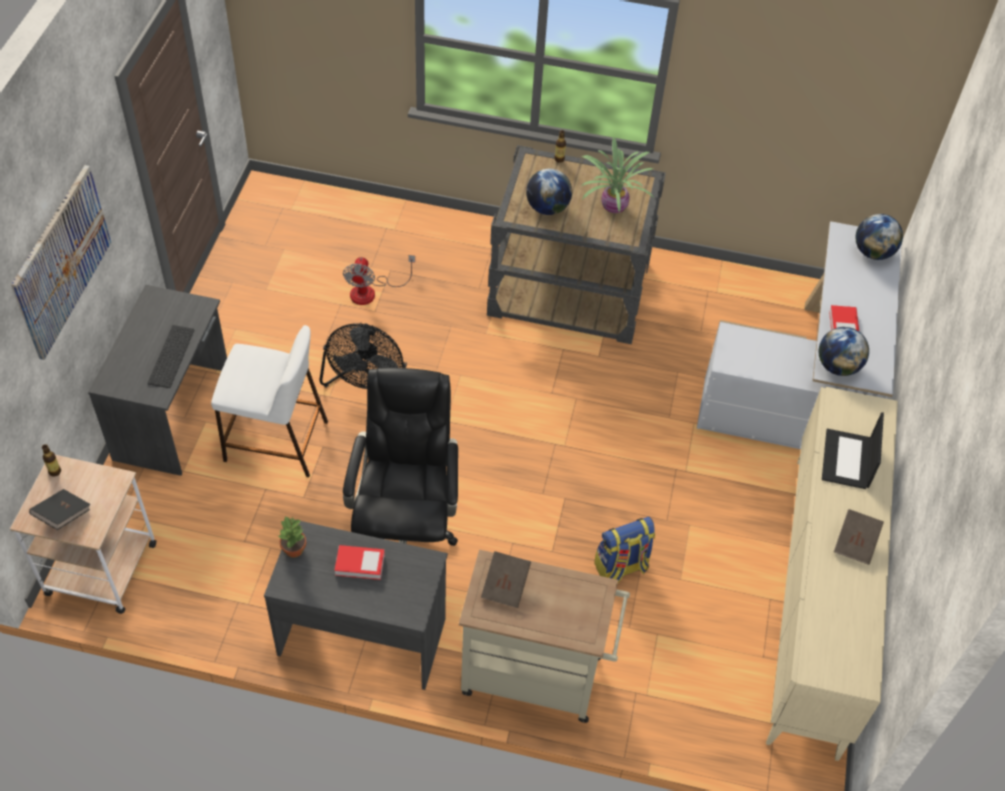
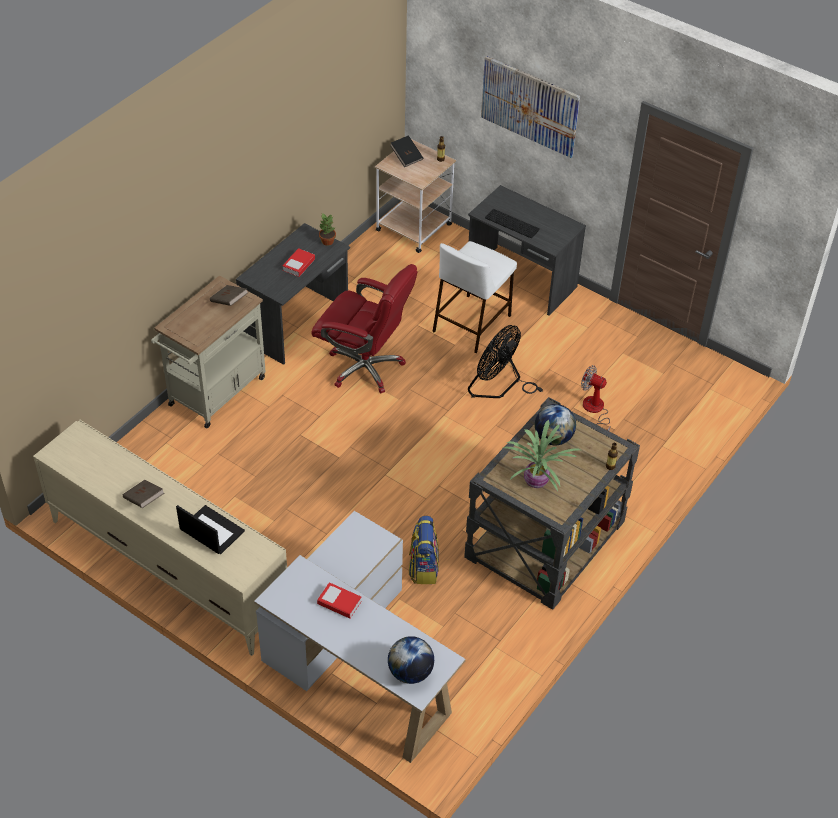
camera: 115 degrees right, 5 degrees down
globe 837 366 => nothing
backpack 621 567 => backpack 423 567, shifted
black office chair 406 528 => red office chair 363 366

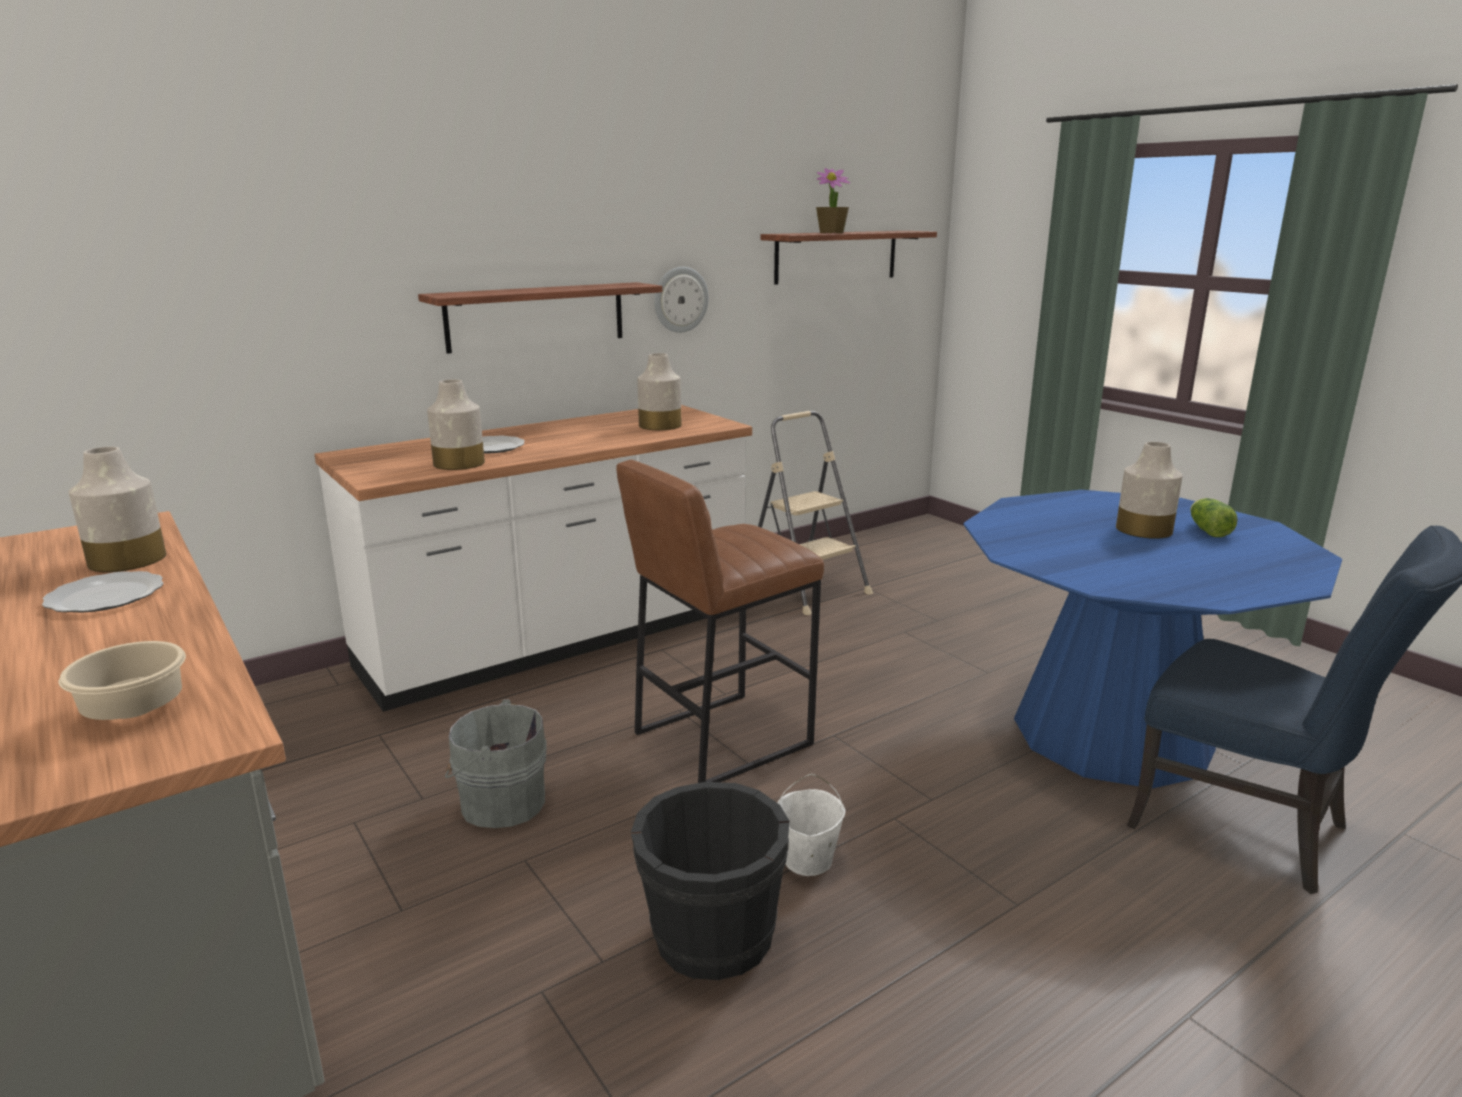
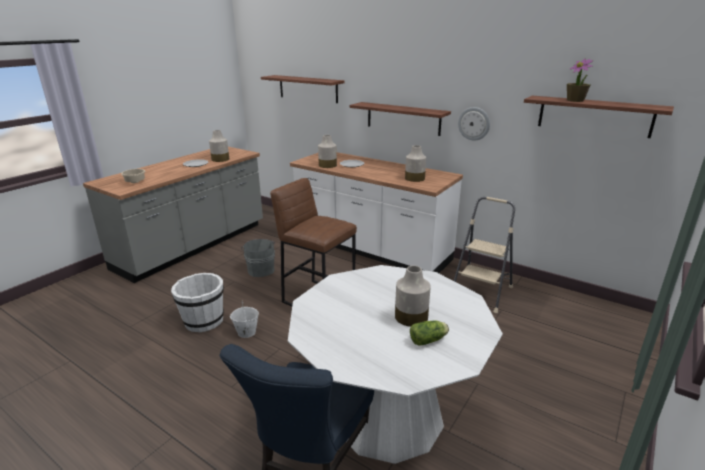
camera: 70 degrees right, 5 degrees up
nothing => shelf 308 88
black bucket 711 937 => white bucket 203 321
blue dining table 1112 733 => white dining table 388 415

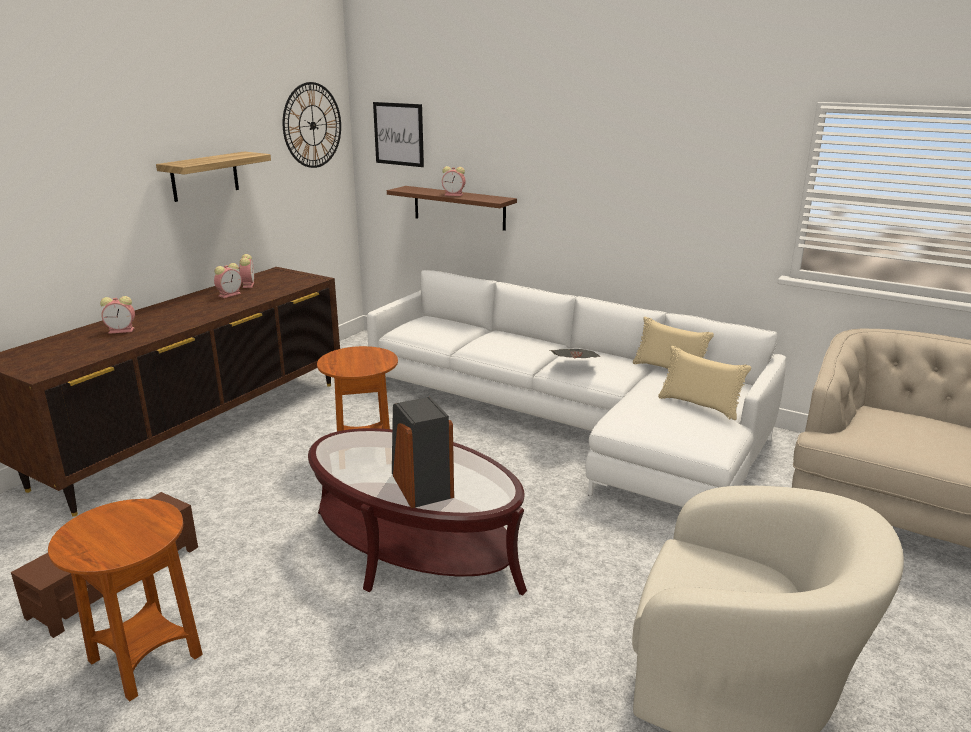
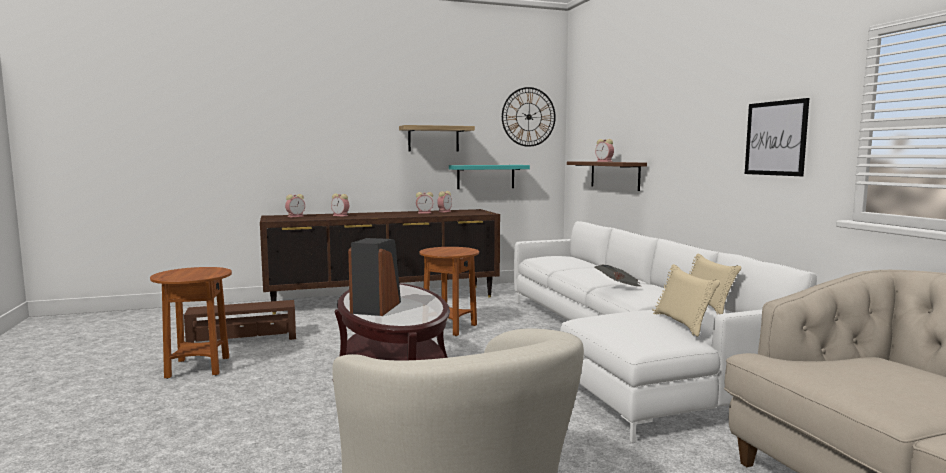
camera: 40 degrees right, 15 degrees down
nothing => alarm clock 296 216
nothing => turquoise shelf 486 176
picture 398 134 => picture 775 138, shifted

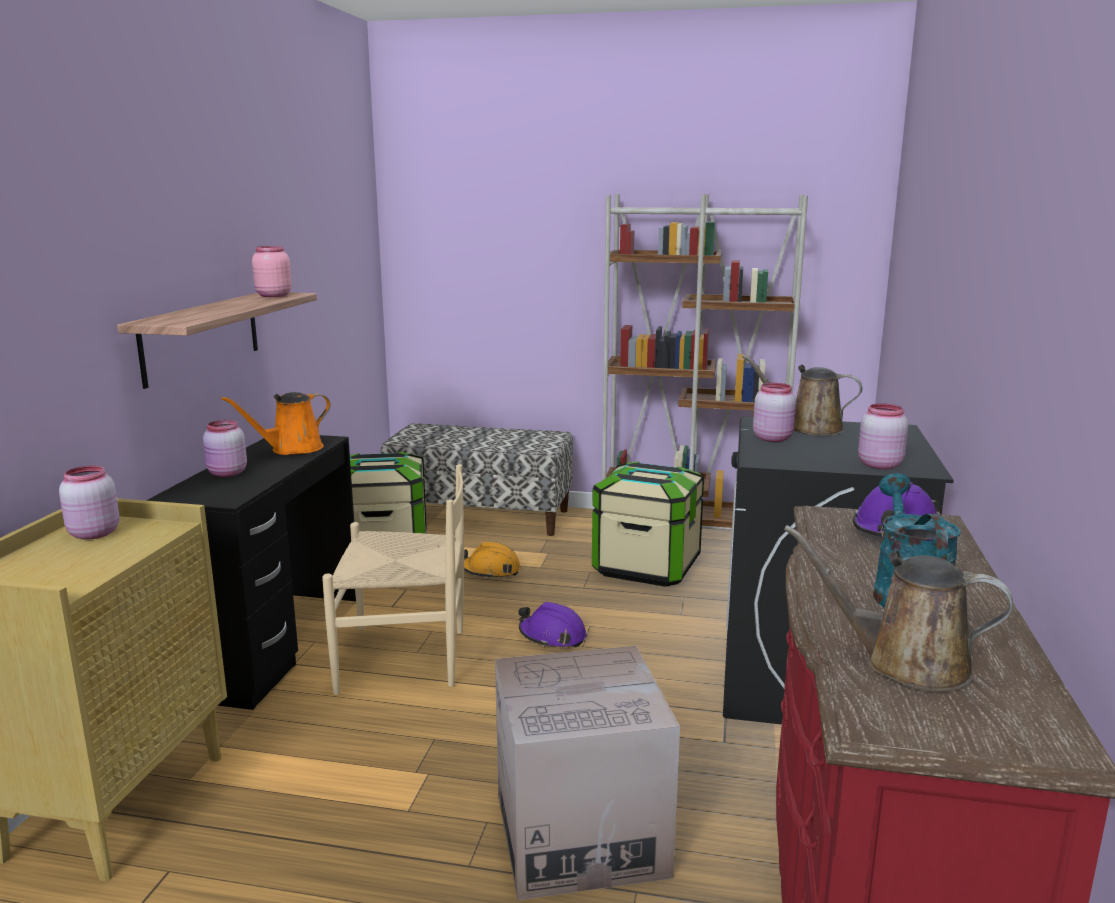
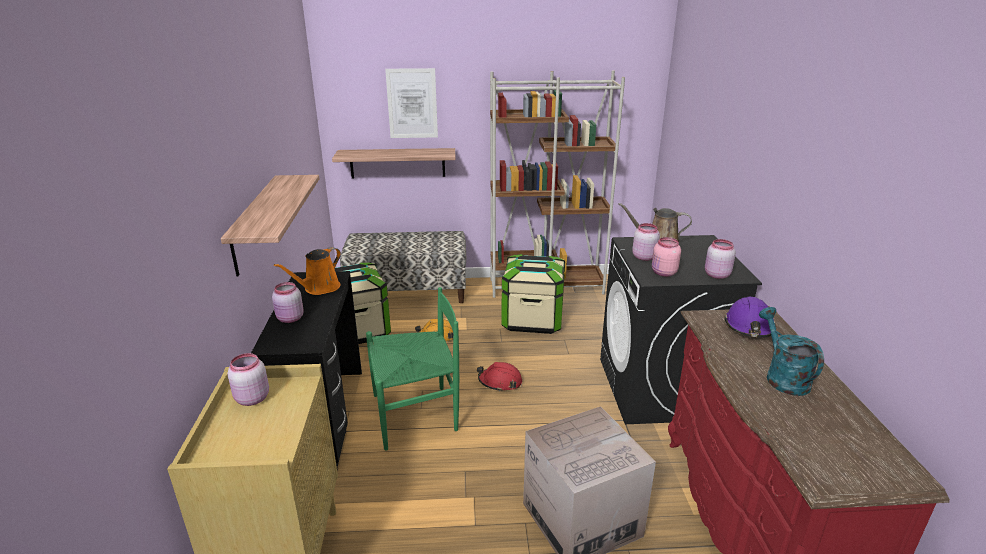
camera: 15 degrees left, 10 degrees up
brown watering can 905 664 => nothing
nothing => shelf 397 163
nothing => picture 412 103
pink jar 272 296 => pink jar 663 273, shifted
beige chair 404 659 => green chair 416 415
purple hard hat 552 636 => red hard hat 500 382

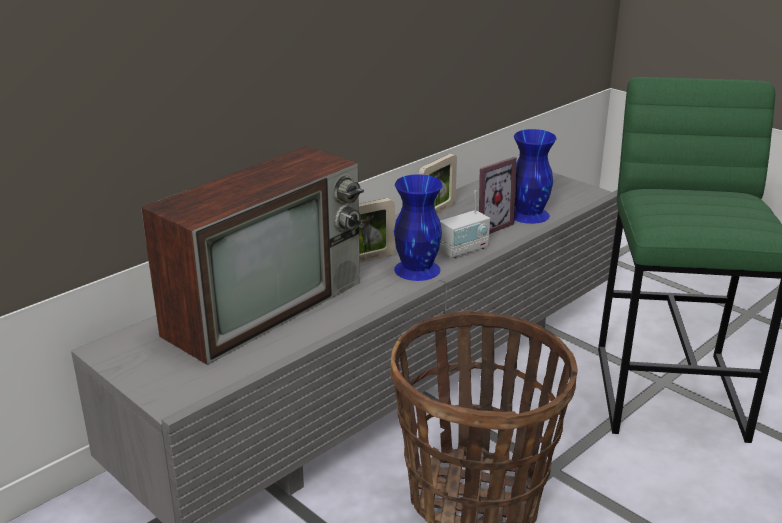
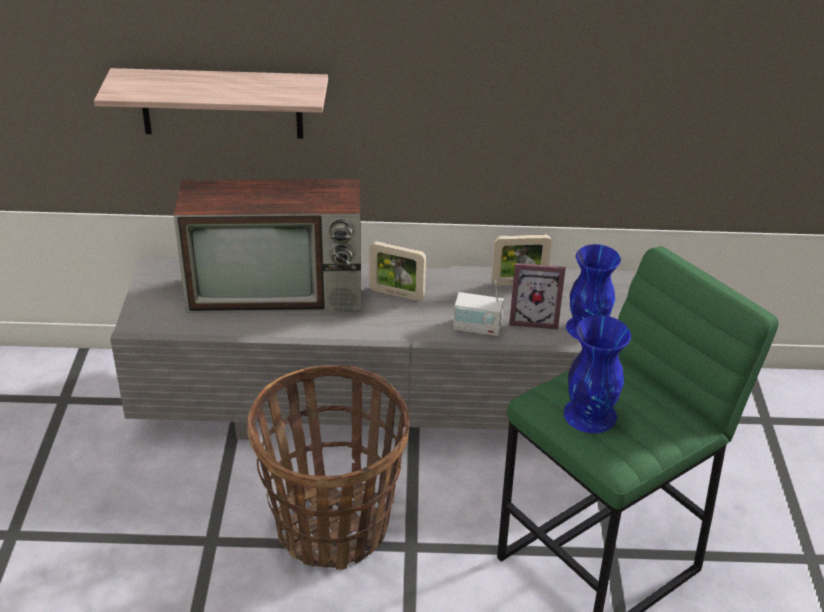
camera: 45 degrees right, 10 degrees up
nothing => shelf 221 103
blue vase 416 269 => blue vase 590 413, shifted

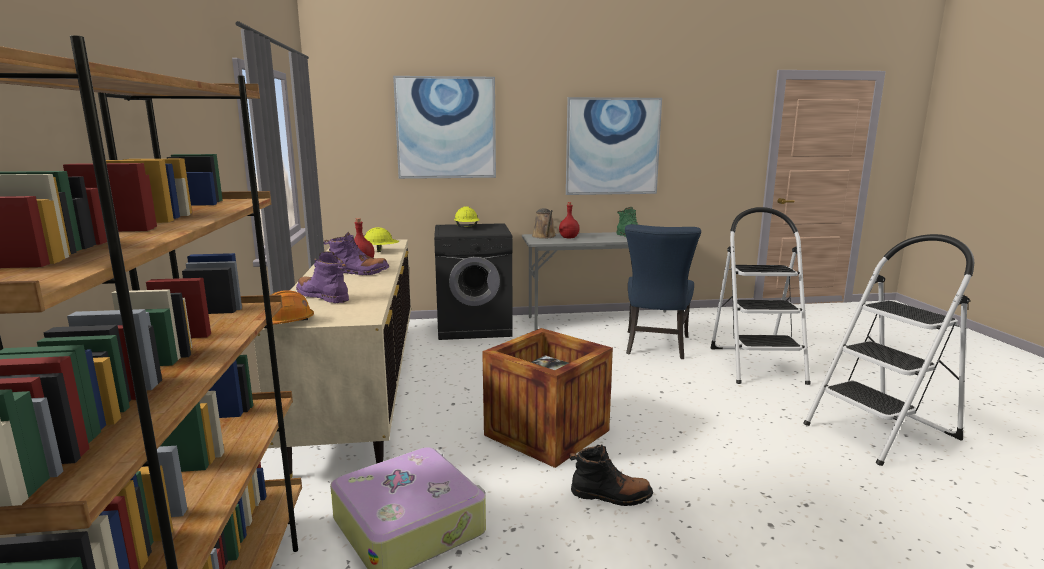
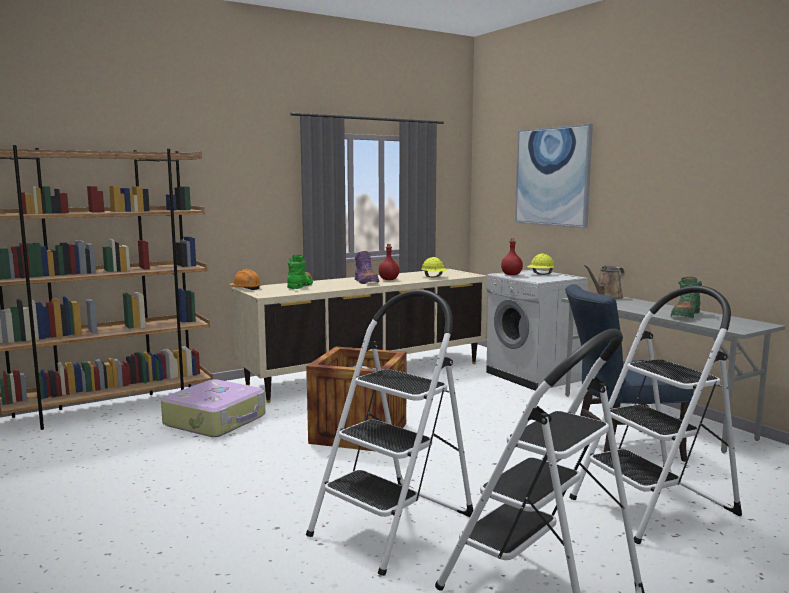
camera: 65 degrees right, 5 degrees down
picture 612 146 => nothing
black boot 610 495 => nothing
nothing => step ladder 397 525
red bottle 568 238 => red bottle 511 274, shifted
purple boot 323 297 => green boot 300 286
black washing machine 474 328 => white washing machine 532 377

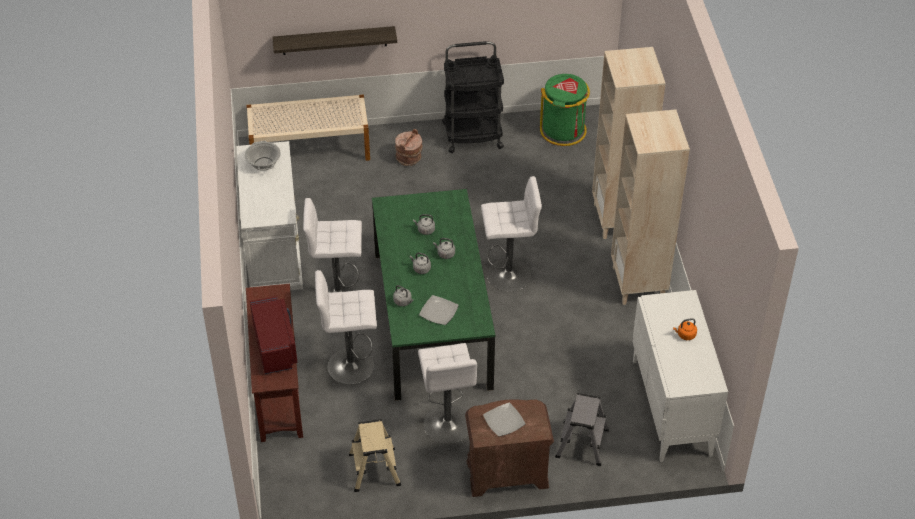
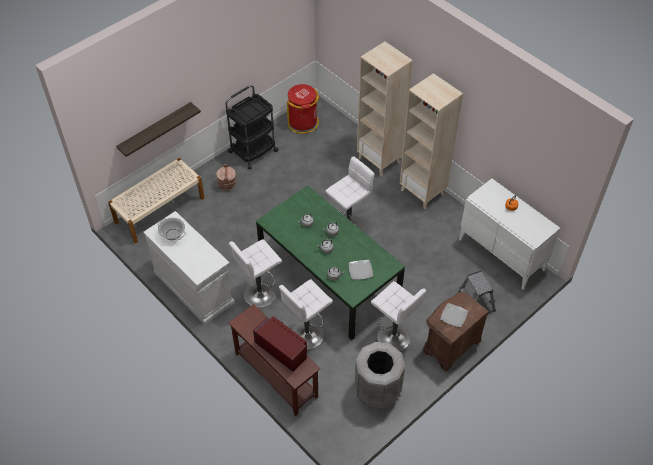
camera: 35 degrees left, 5 degrees up
beige step ladder 374 469 => grey trash can 377 390
green trash can 563 130 => red trash can 303 122

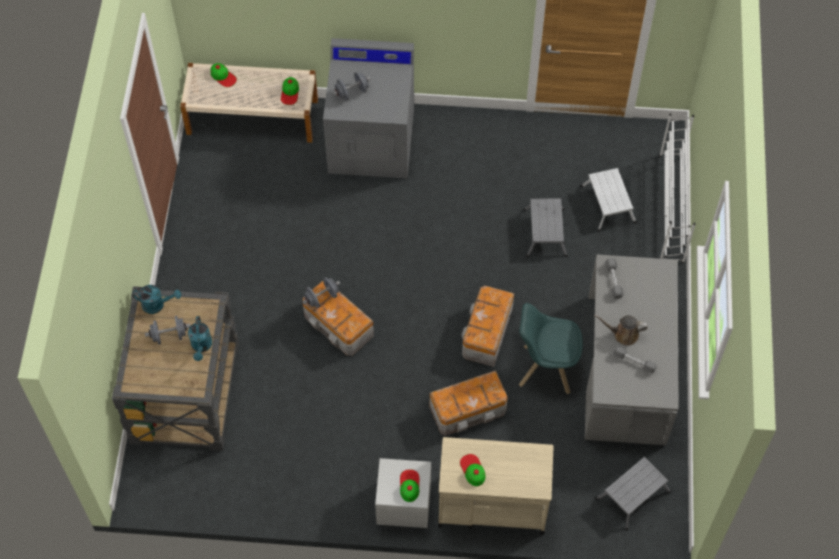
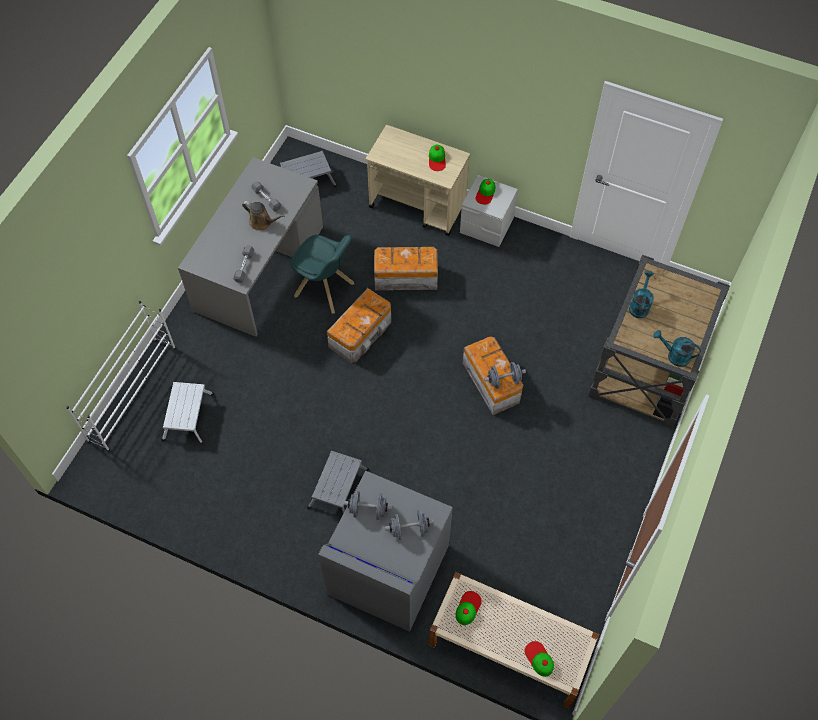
camera: 160 degrees left, 0 degrees up
grey dumbbell 169 335 => grey dumbbell 368 510, shifted
grey step ladder 545 232 => grey step ladder 338 489, shifted

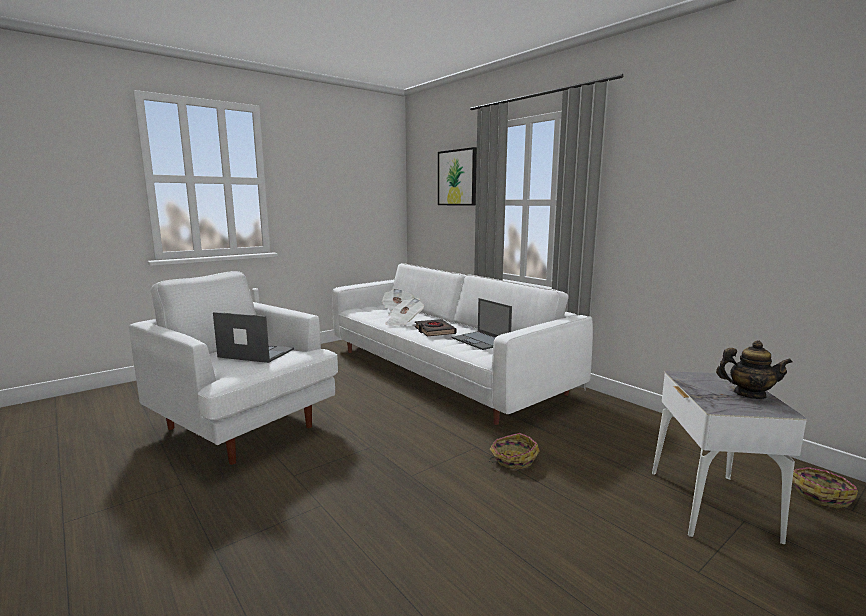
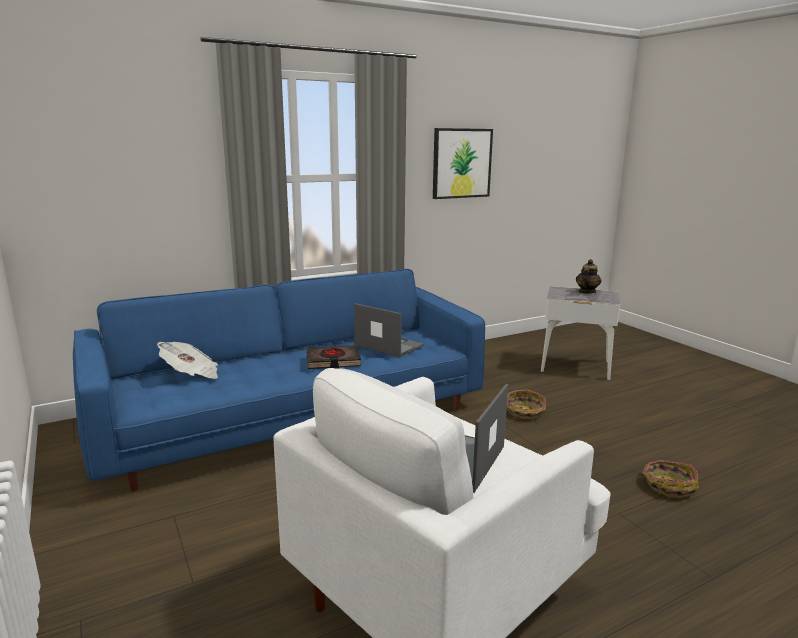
camera: 80 degrees left, 5 degrees up
newspaper 404 322 => nothing
picture 457 177 => picture 461 163, shifted
basket 821 494 => basket 668 486, shifted
white sofa 443 370 => blue sofa 293 418
laptop 481 341 => laptop 388 345, 120 degrees counterclockwise

